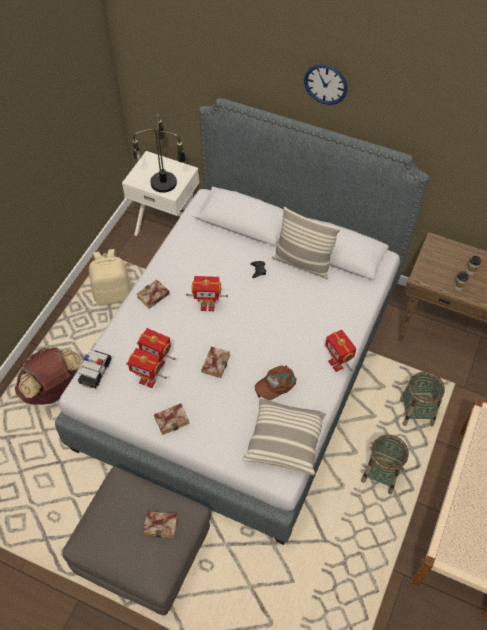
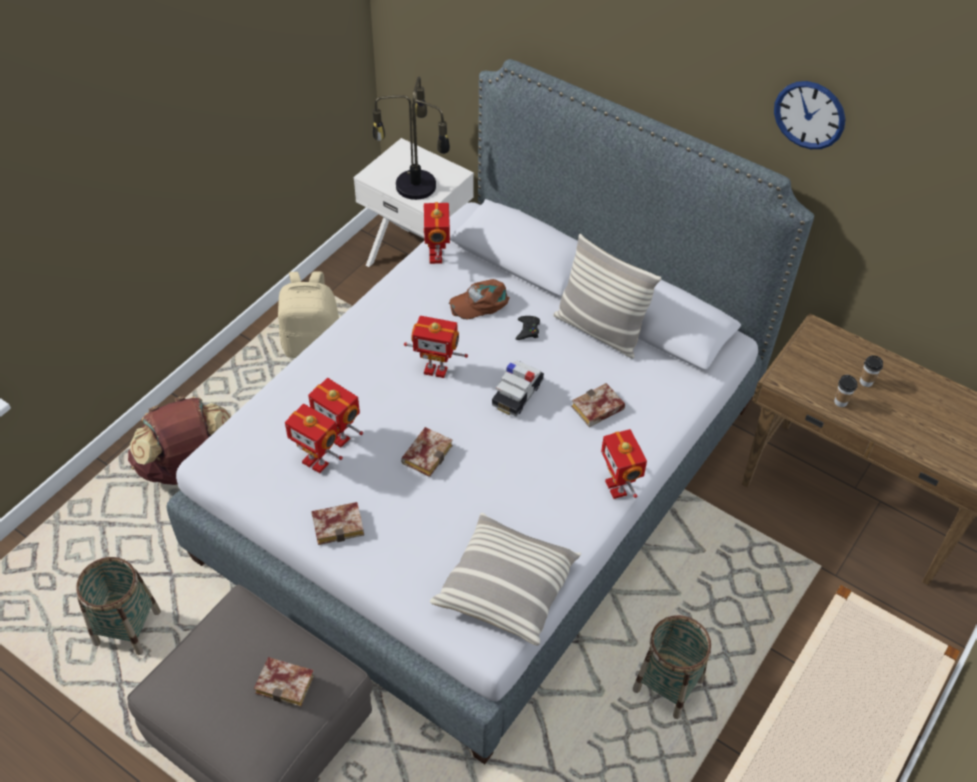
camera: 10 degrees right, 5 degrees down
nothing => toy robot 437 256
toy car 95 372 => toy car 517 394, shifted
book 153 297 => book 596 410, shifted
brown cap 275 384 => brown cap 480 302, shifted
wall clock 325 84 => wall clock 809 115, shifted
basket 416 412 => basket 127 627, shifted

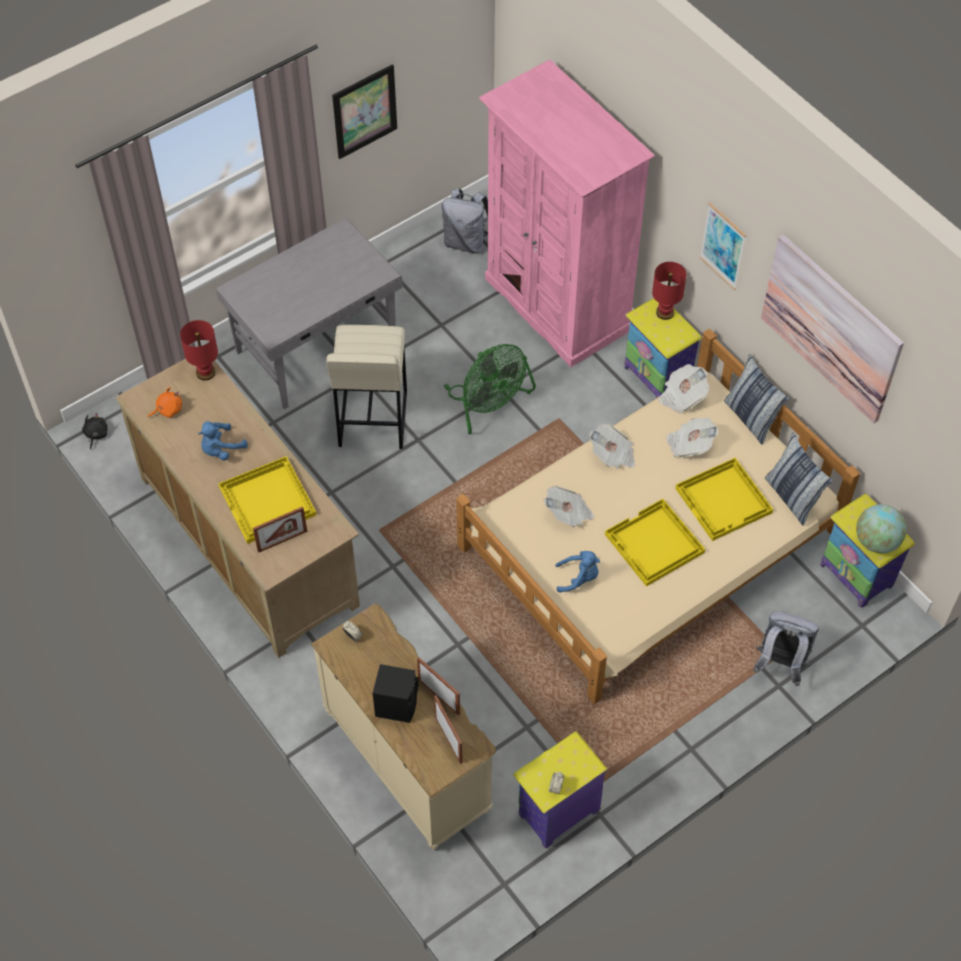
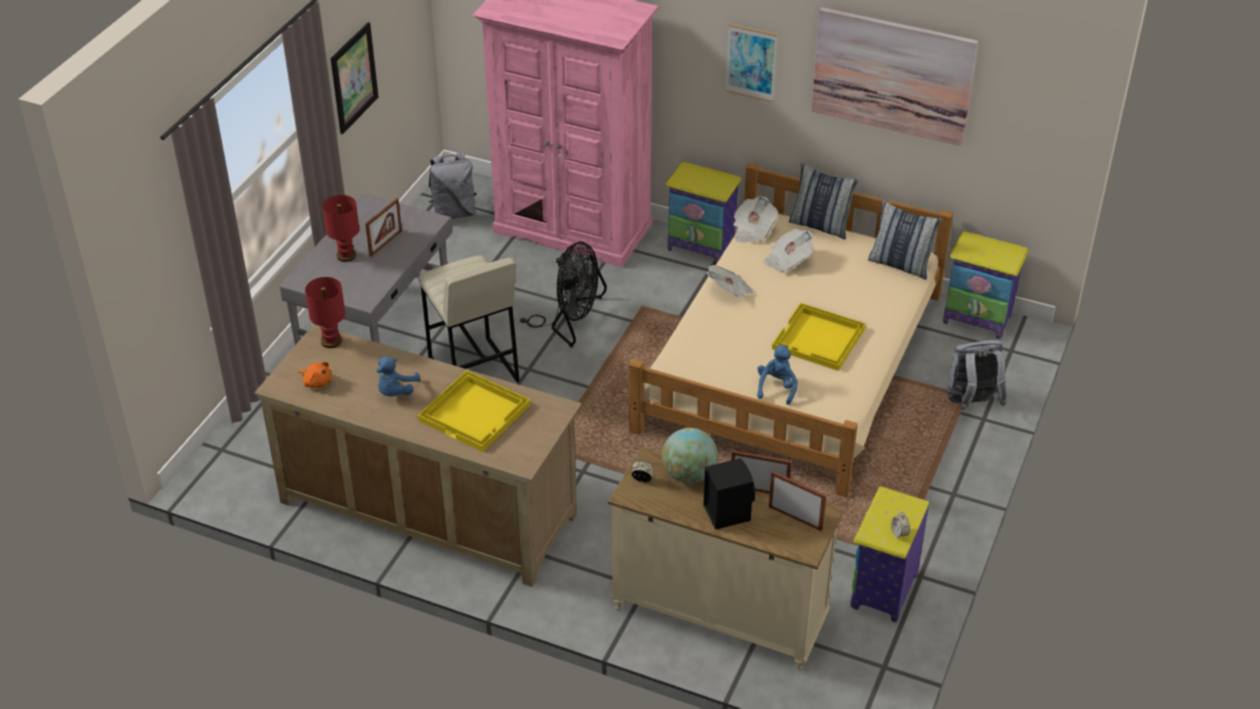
camera: 30 degrees left, 15 degrees down
black plush toy 96 434 => nothing
newspaper 568 514 => nothing
yellow tray 724 500 => nothing
picture frame 282 541 => picture frame 385 243, shifted
red table lamp 665 312 => red table lamp 346 255, shifted
globe 876 541 => globe 689 475, shifted
green fan 486 404 => black fan 569 320
orange plush toy 168 409 => orange plush toy 317 382, 90 degrees clockwise
blue plush toy 578 578 => blue plush toy 776 388, 45 degrees counterclockwise

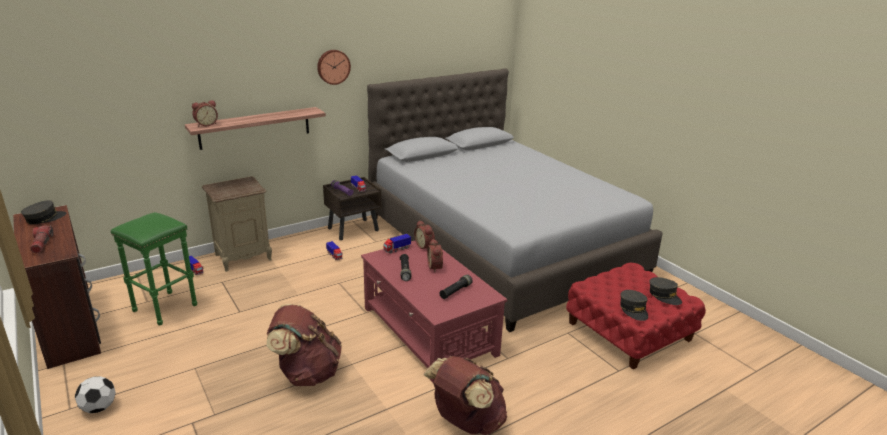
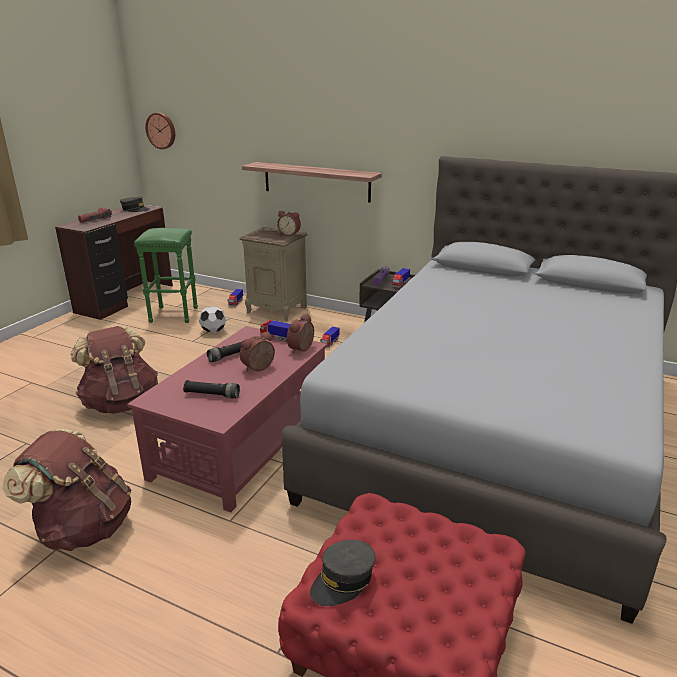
camera: 60 degrees right, 0 degrees up
grey cap 664 296 => nothing
football 99 408 => football 213 331, shifted
alarm clock 206 124 => alarm clock 290 234, shifted
wall clock 333 66 => wall clock 161 130, shifted

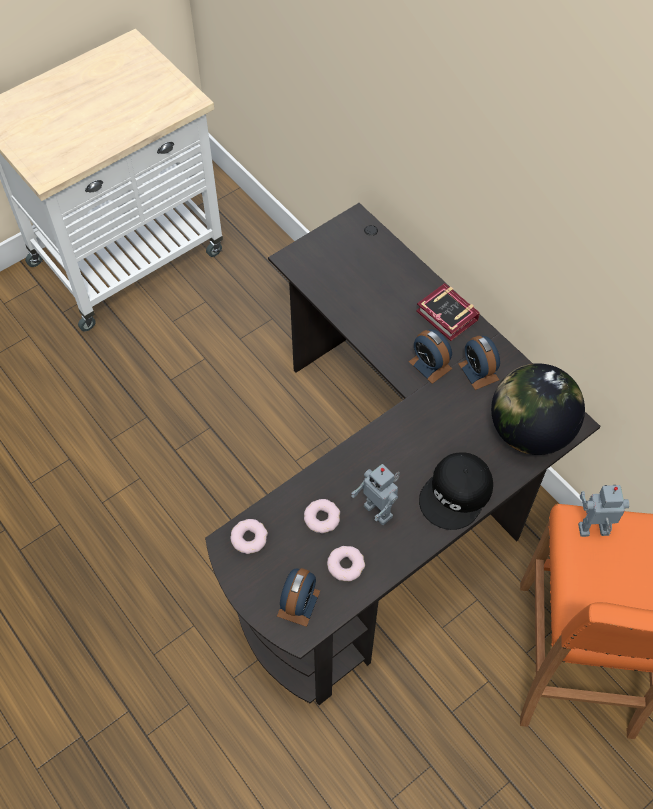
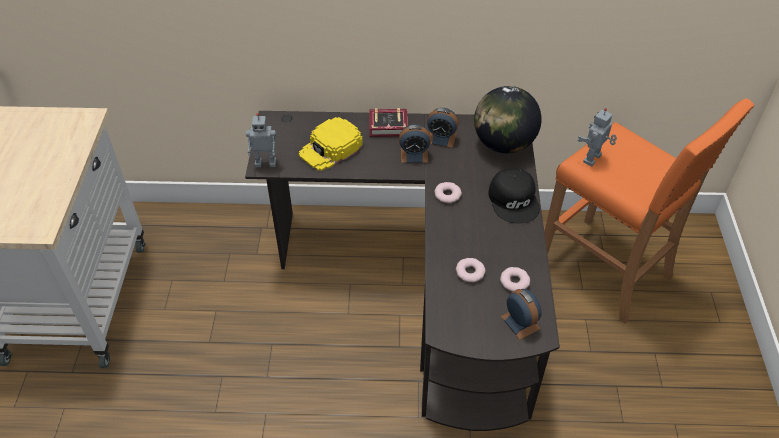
camera: 50 degrees left, 10 degrees down
nothing => yellow cap 330 149
donut 249 538 => donut 447 195, shifted
toy robot 379 510 => toy robot 266 162, shifted

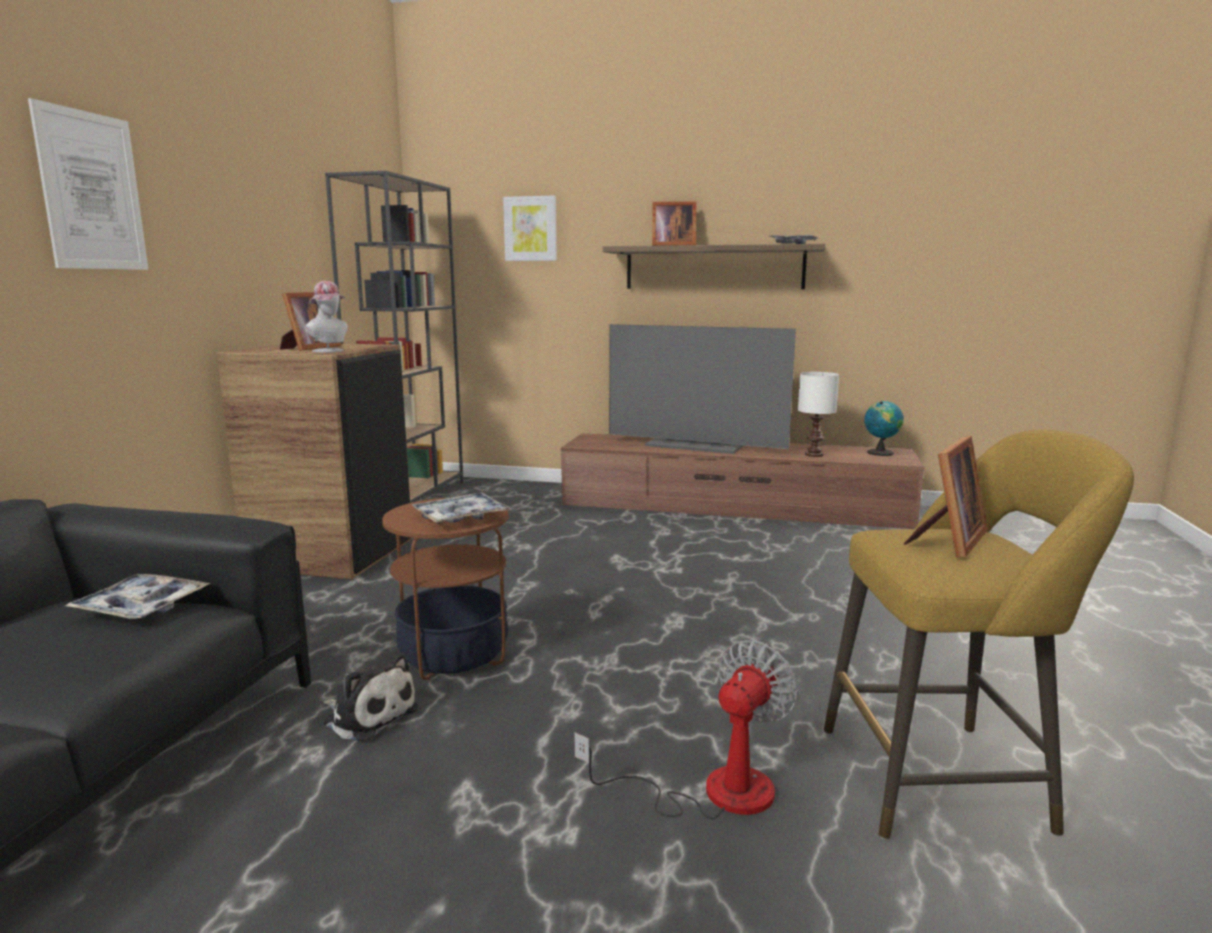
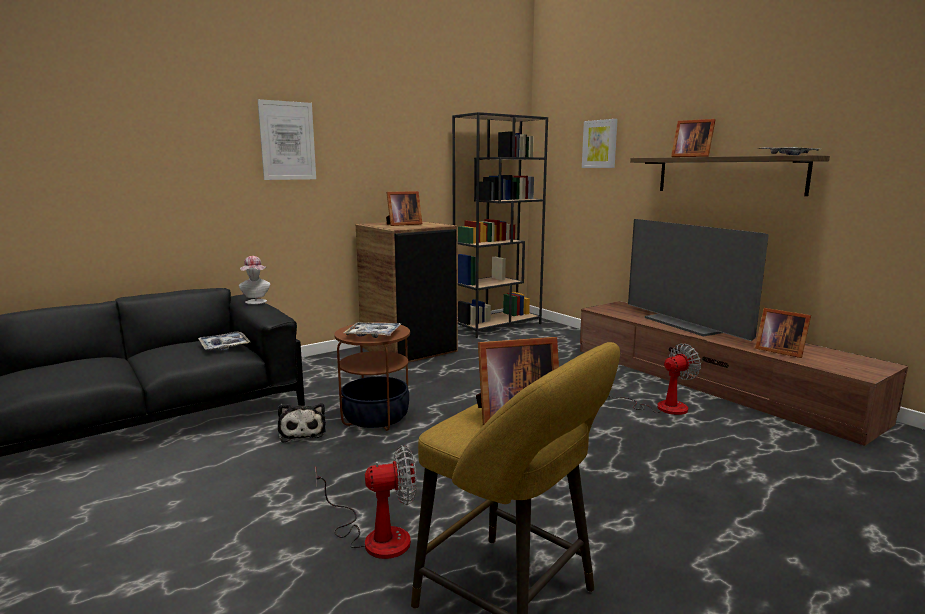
camera: 40 degrees right, 0 degrees up
globe 880 453 => nothing
nothing => fan 660 407
hat 331 351 => hat 256 302, shifted
white table lamp 814 454 => picture frame 778 351

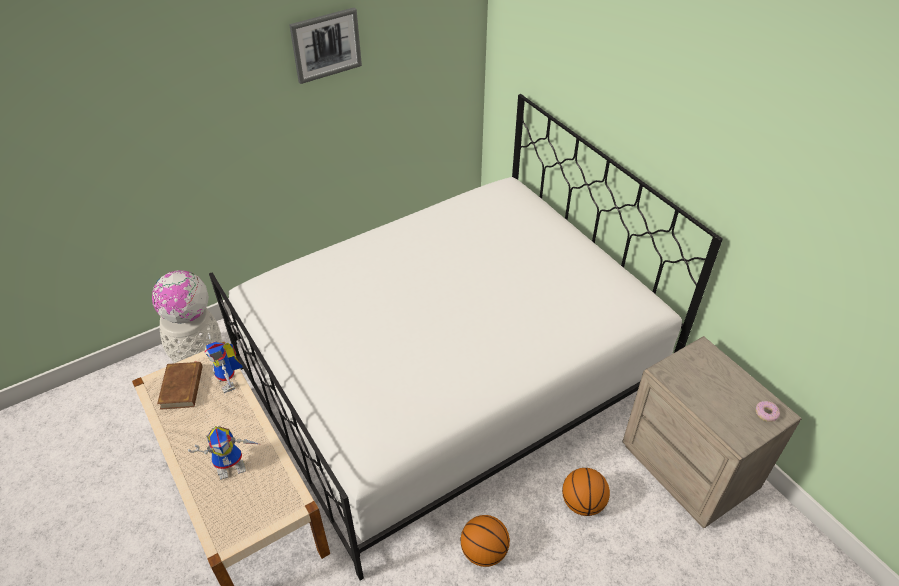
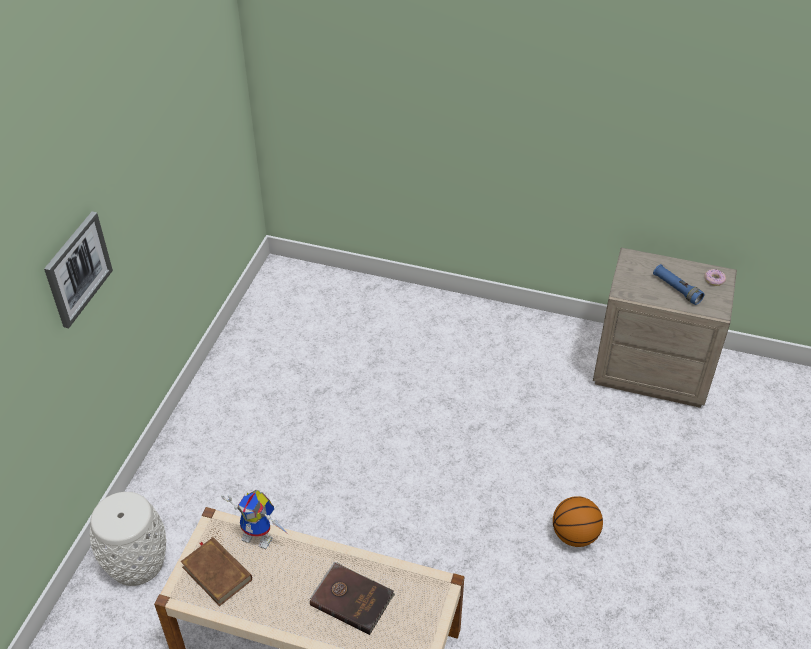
camera: 40 degrees left, 0 degrees up
globe 187 315 => nothing
white bed 450 379 => nothing
basketball 583 503 => nothing
nothing => blue flashlight 676 289
picture 326 45 => picture 77 269, shifted
toy robot 233 466 => brown book 352 599

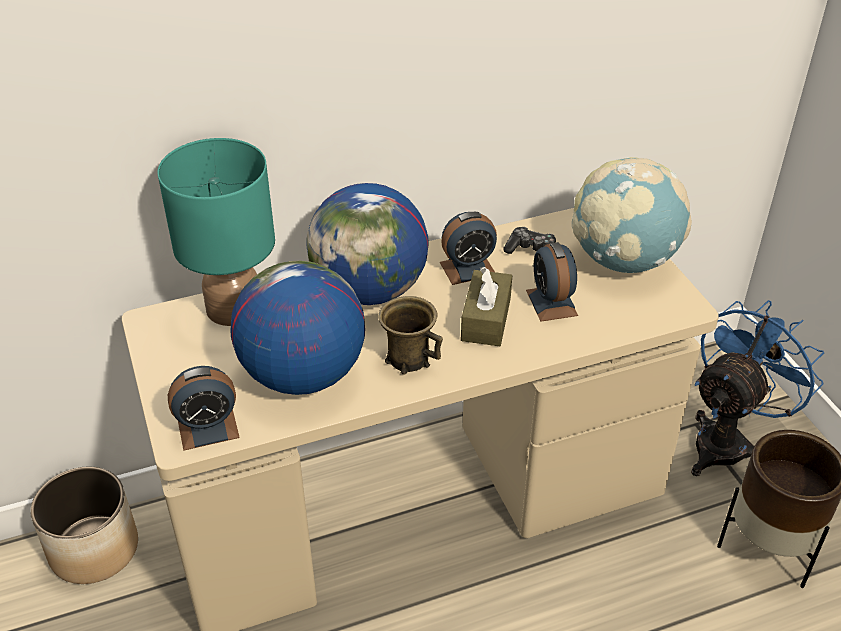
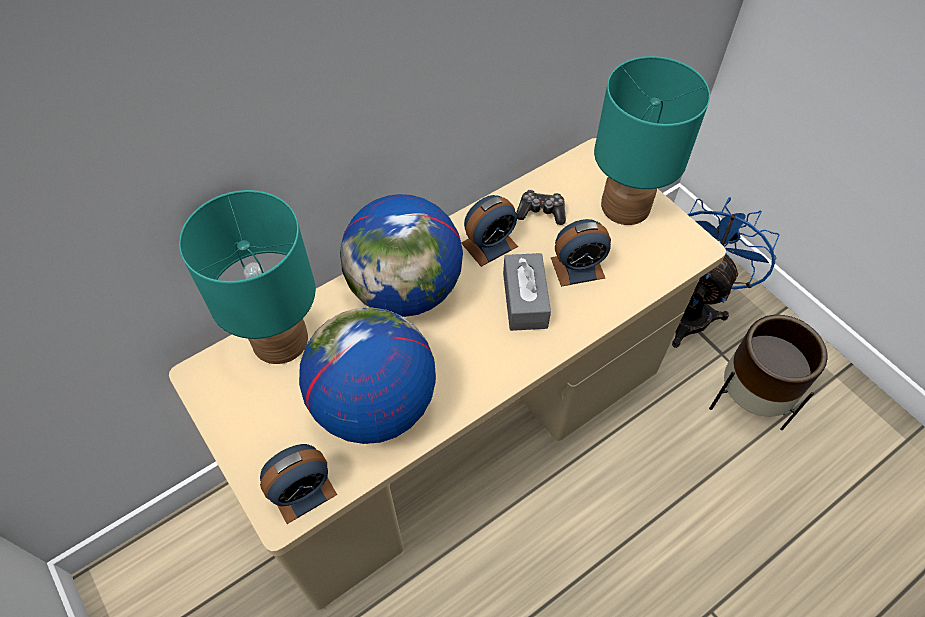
camera: 15 degrees left, 15 degrees up
planter 94 548 => nothing
brown mug 409 358 => nothing
globe 623 260 => turquoise table lamp 626 206
brown tissue box 486 319 => grey tissue box 525 300
alarm clock 551 302 => alarm clock 577 268, 75 degrees counterclockwise

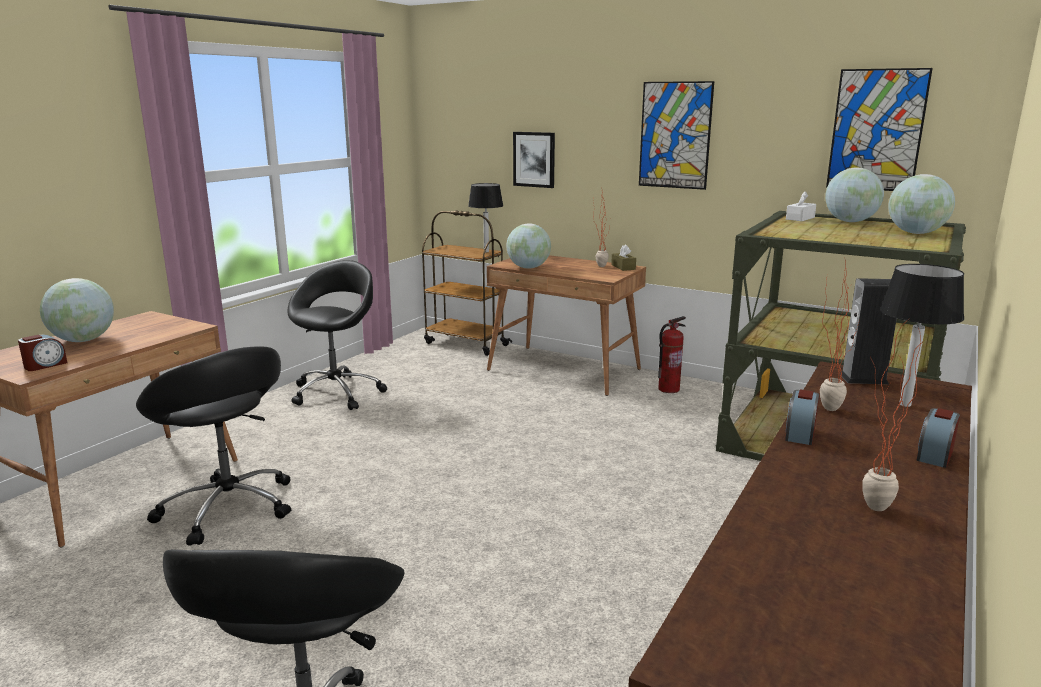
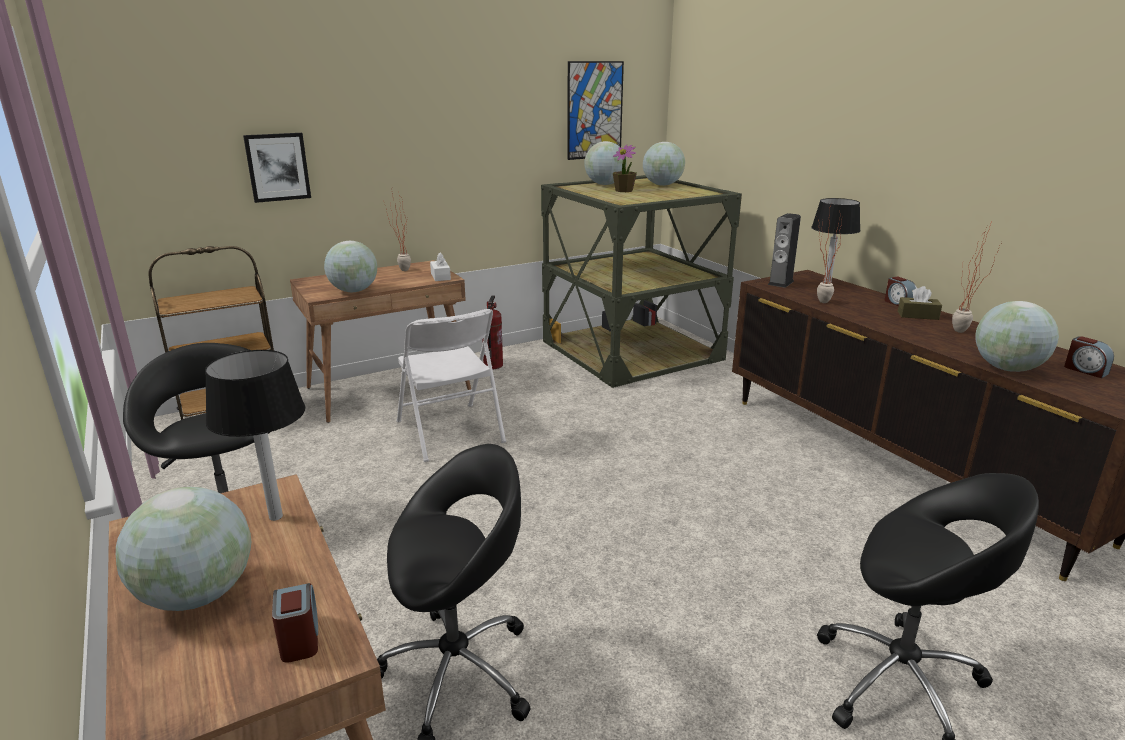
camera: 60 degrees left, 5 degrees up
picture 675 135 => nothing
nothing => white chair 449 432
nothing => potted plant 624 190
nothing => globe 1007 368
table lamp 486 251 => table lamp 277 516, shifted
brown tissue box 623 267 => brown tissue box 918 315, shifted
alarm clock 799 433 => alarm clock 1085 370, shifted
white tissue box 800 218 => white tissue box 440 276, shifted

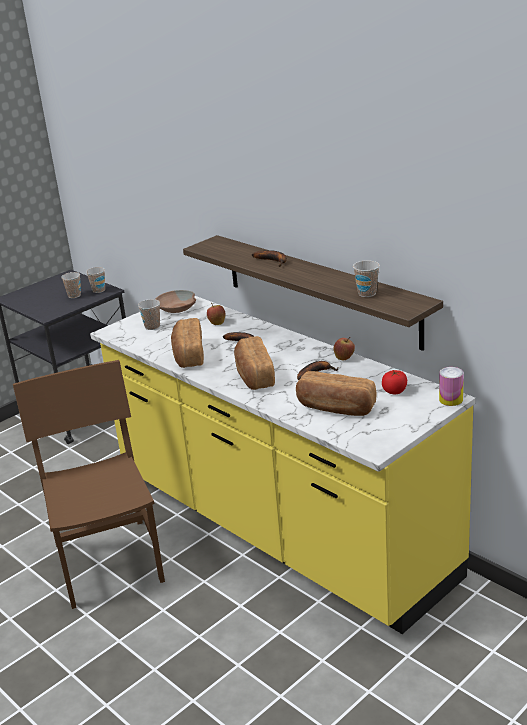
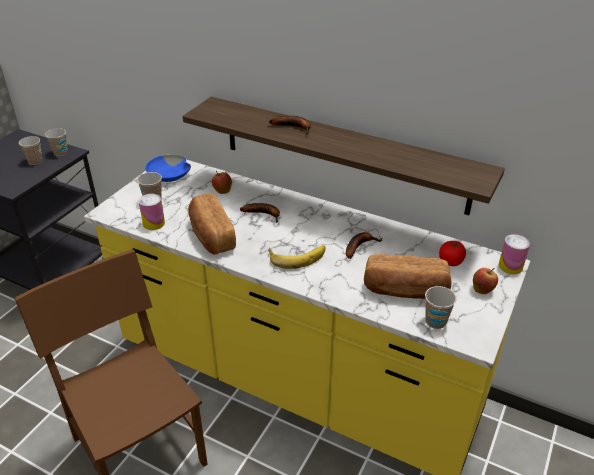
camera: 20 degrees left, 10 degrees up
nothing => can 154 223
apple 344 358 => apple 482 290, shifted
cup 367 293 => cup 435 321, shifted
bread 254 375 => banana 296 256
brown bowl 176 308 => blue bowl 169 175

